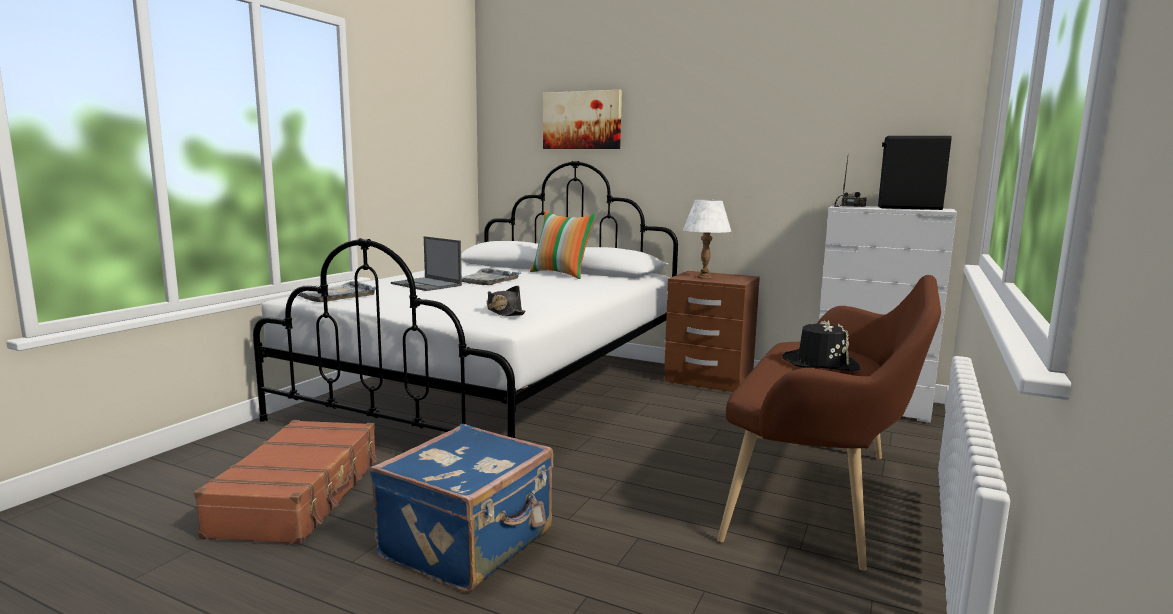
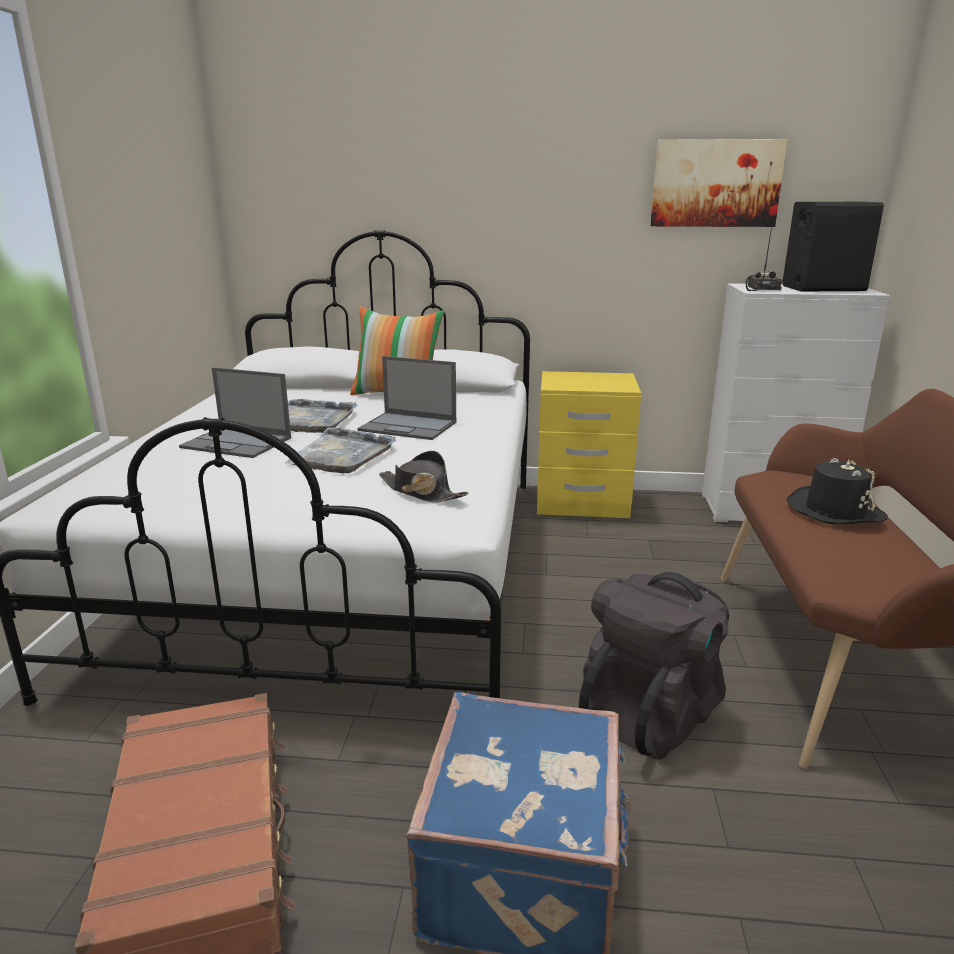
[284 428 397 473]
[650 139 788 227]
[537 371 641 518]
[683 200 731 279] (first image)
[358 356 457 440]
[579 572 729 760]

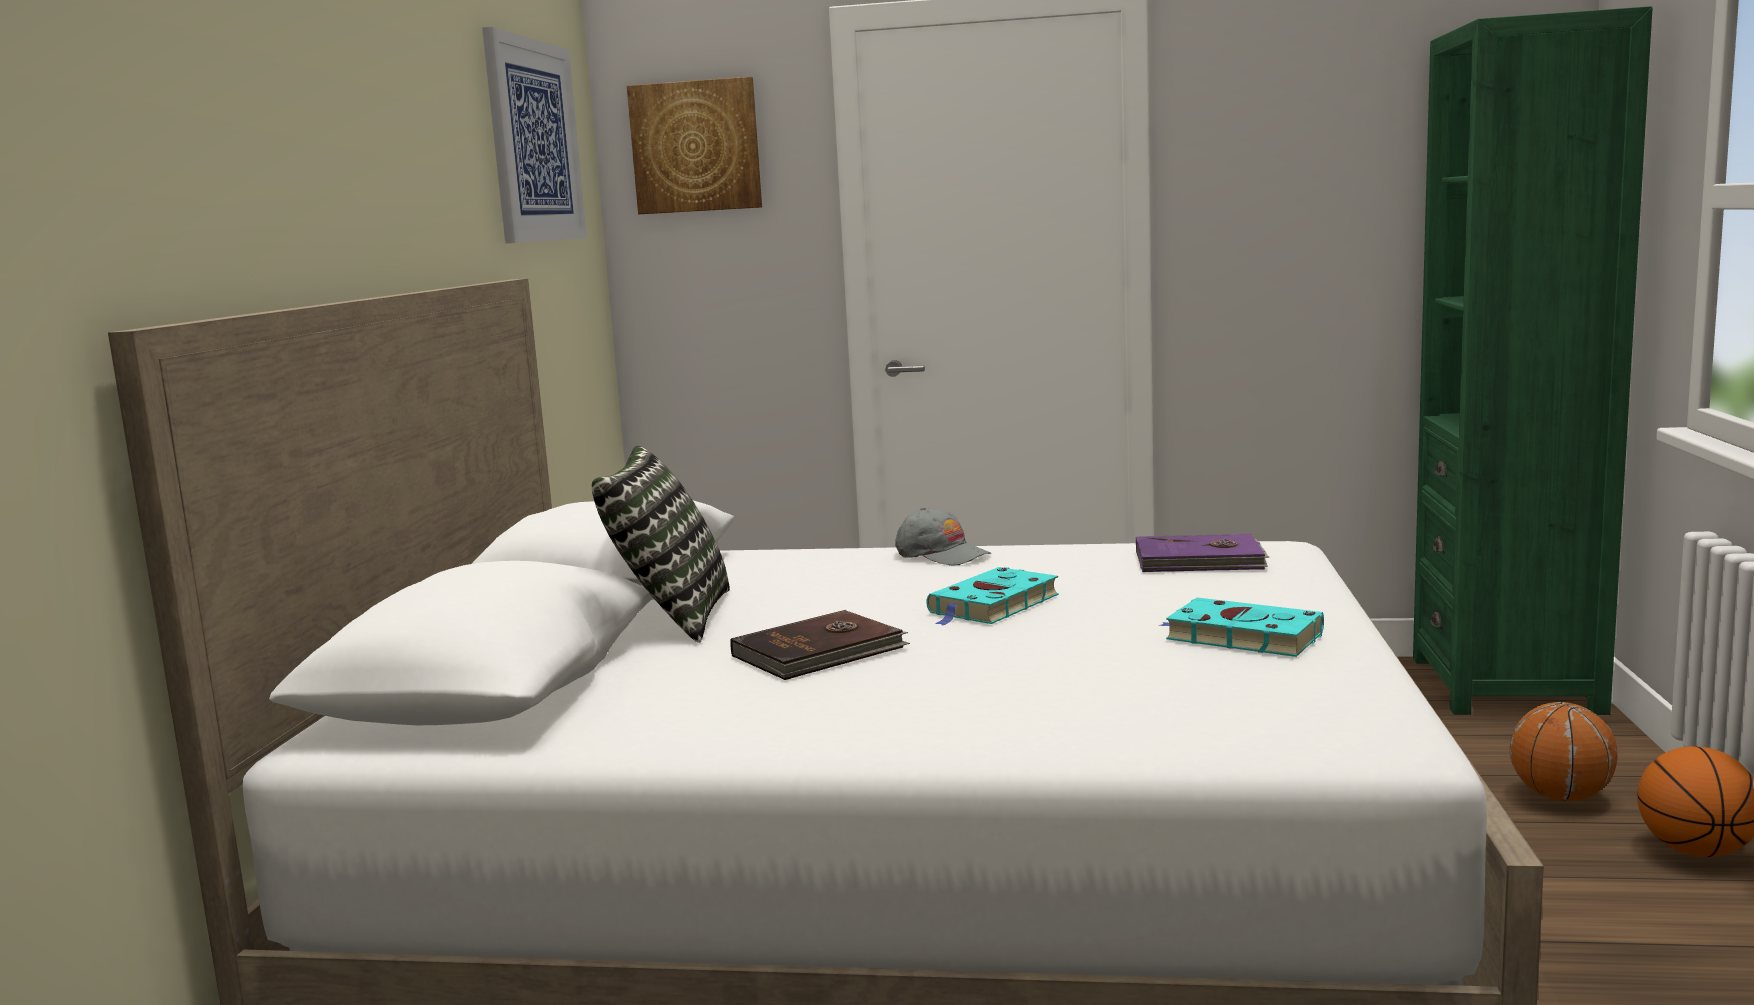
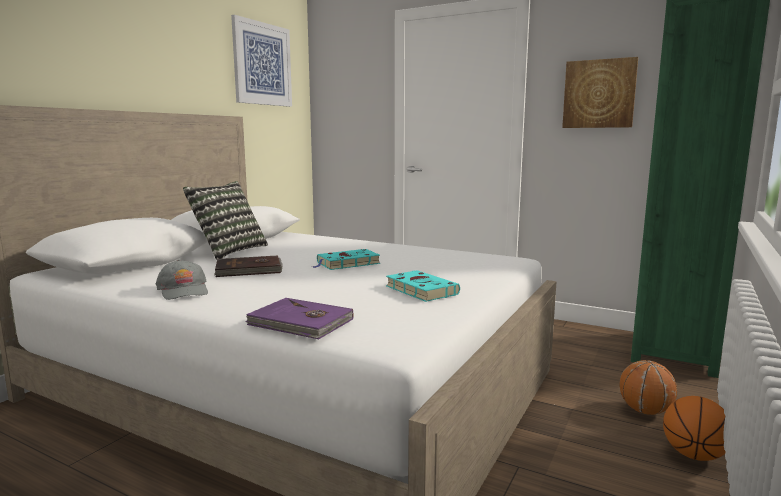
[562 57 638 128]
[156 259 208 300]
[245 298 353 339]

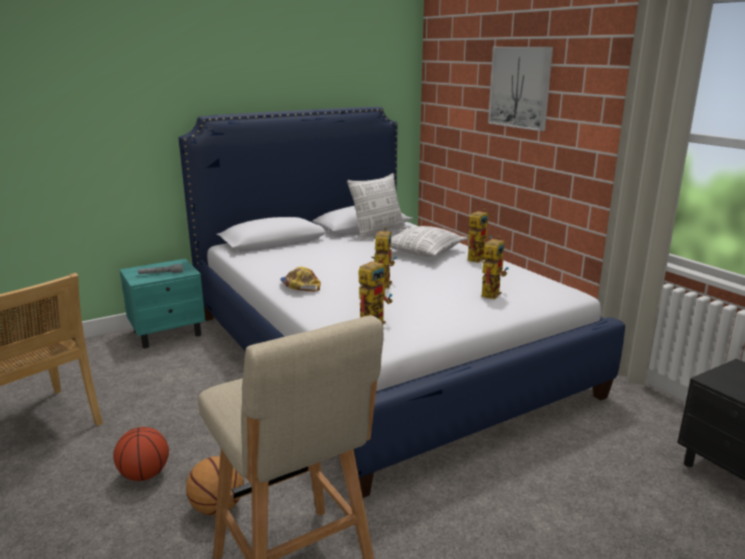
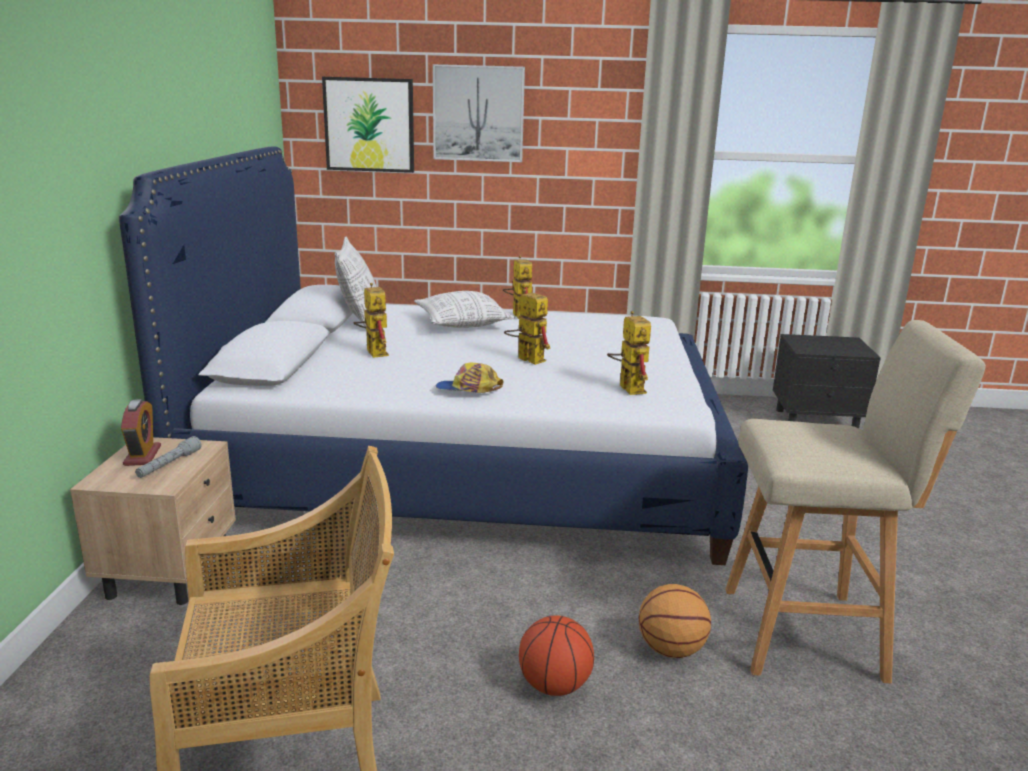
[70 437 236 605]
[353 283 389 358]
[121 399 161 466]
[322 77 414 173]

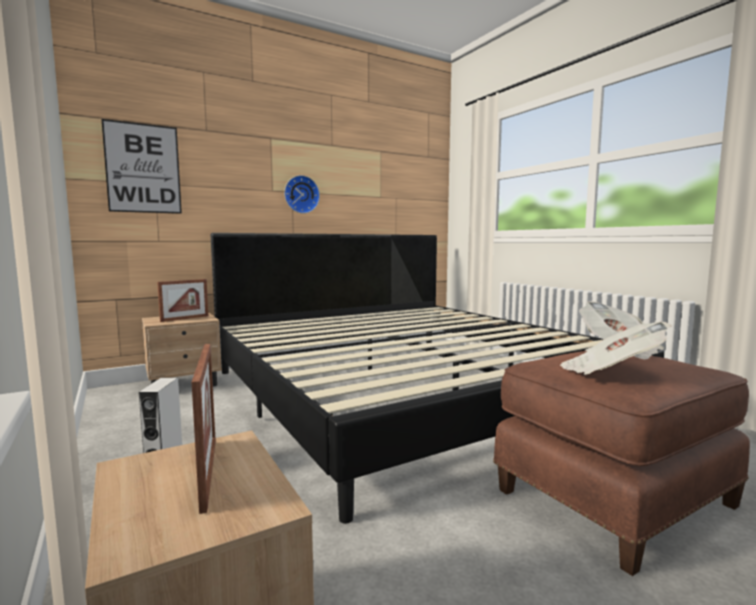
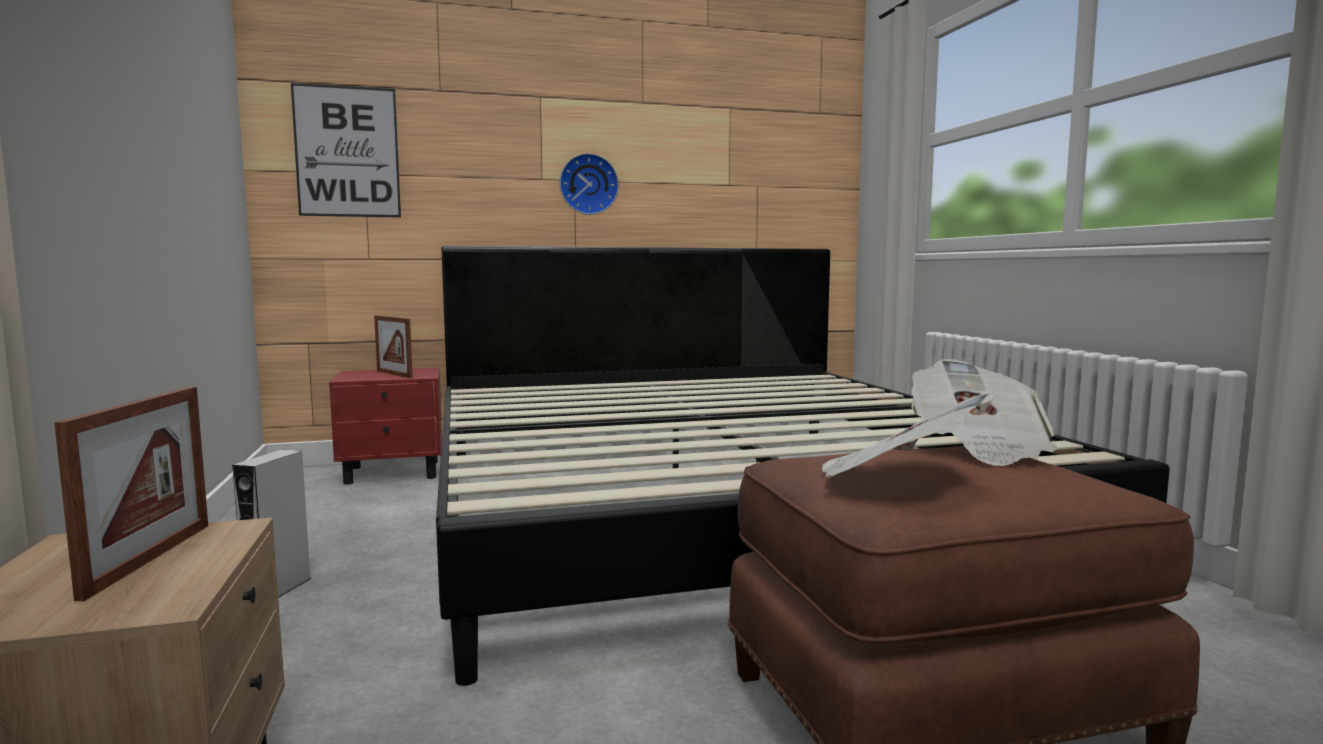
[329 368 442 485]
[374 315 413 378]

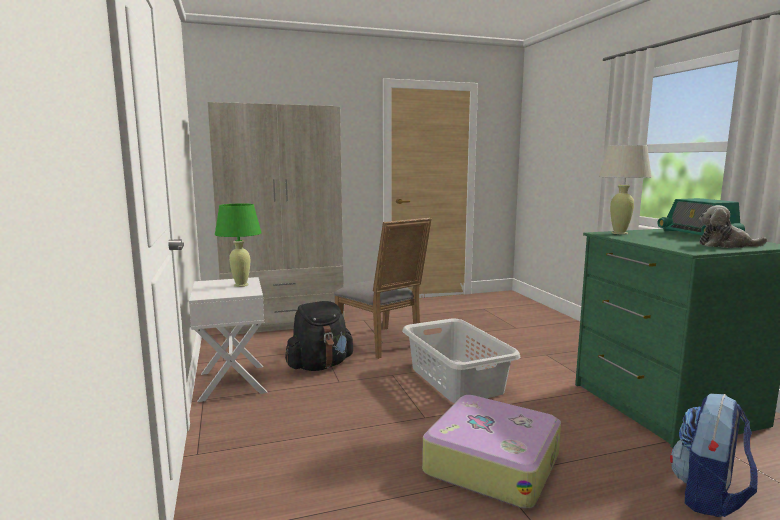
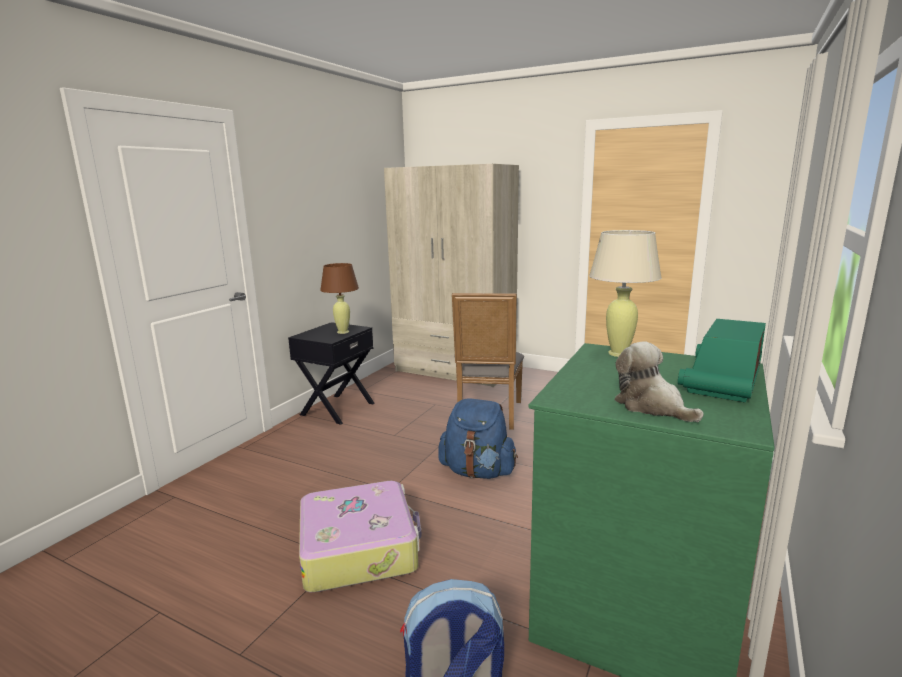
[288 322 375 425]
[320 263 359 334]
[285 301 353 371] (first image)
[438 399 518 479]

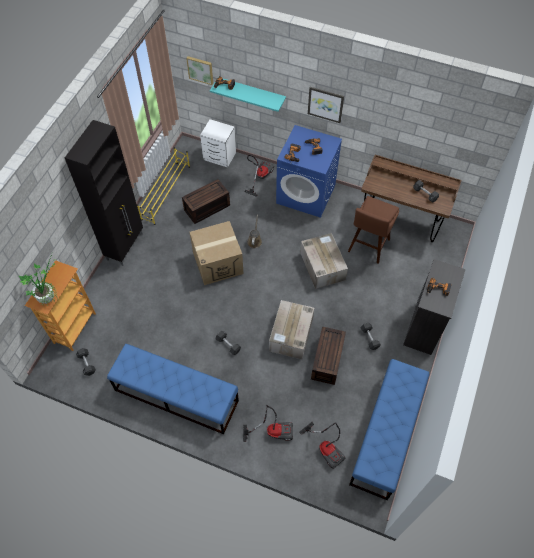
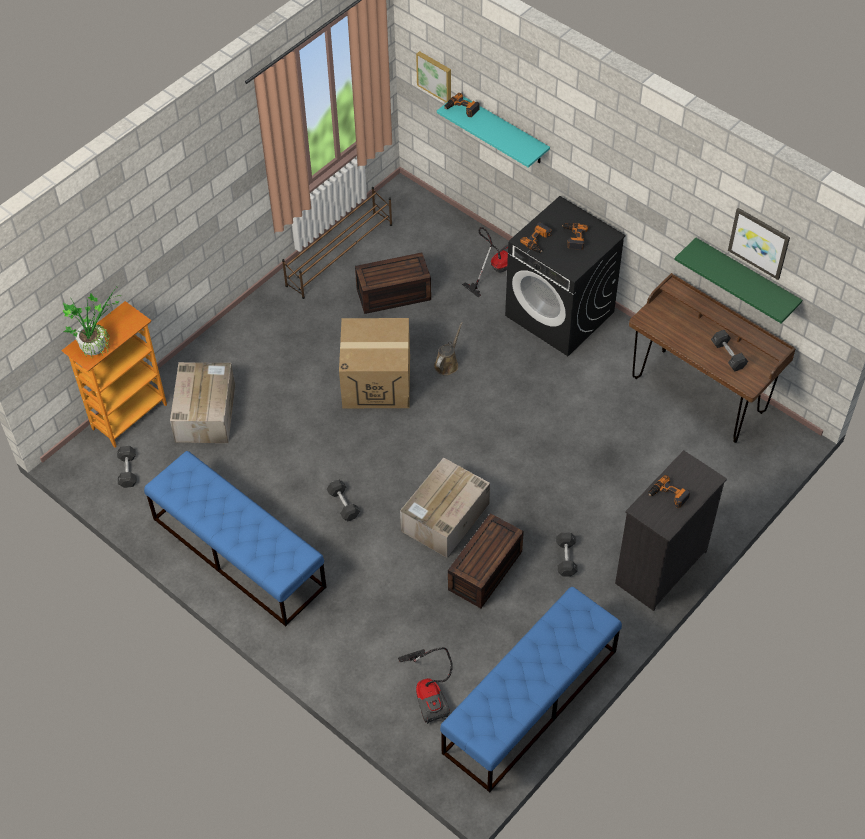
[65 120 143 266] (first image)
[282 187 392 299]
[200 119 236 168] (first image)
[243 405 293 442] (first image)
[505 196 626 356]
[170 362 235 443]
[728 208 790 280]
[348 196 399 264] (first image)
[674 238 802 324]

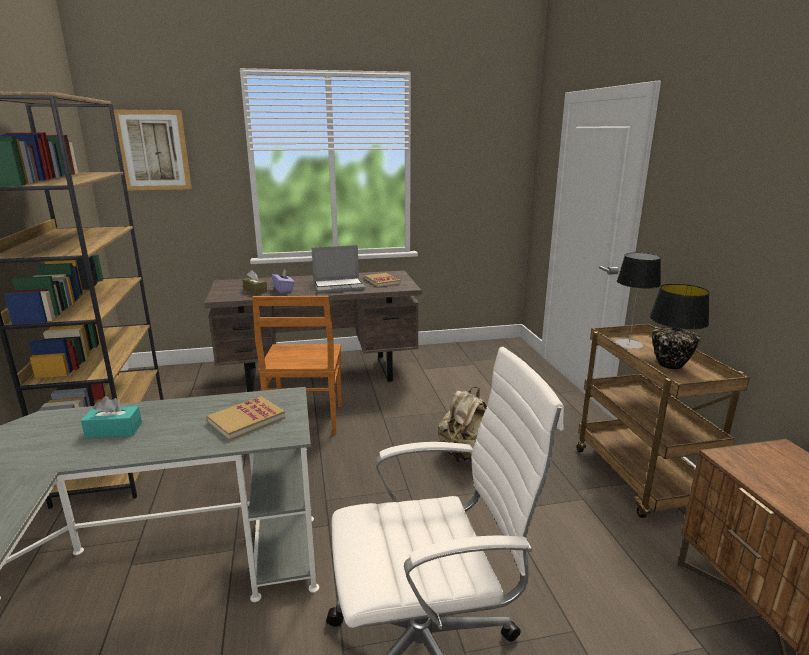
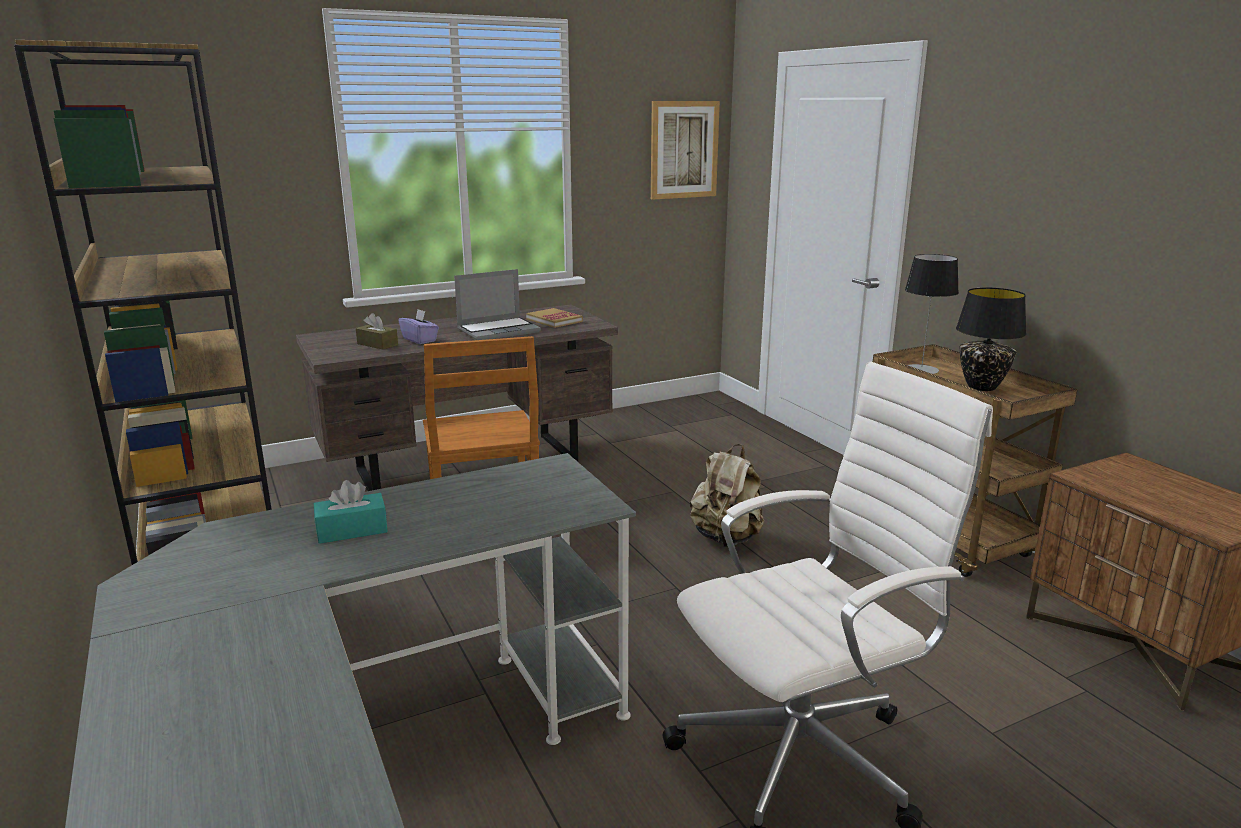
[651 101 720 200]
[206 396 285 441] (first image)

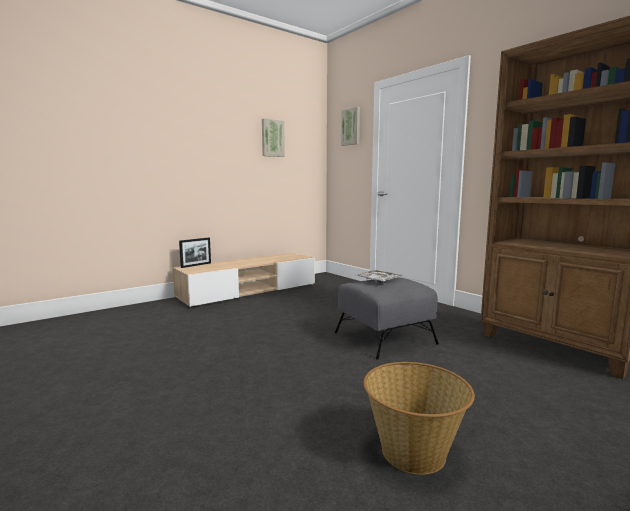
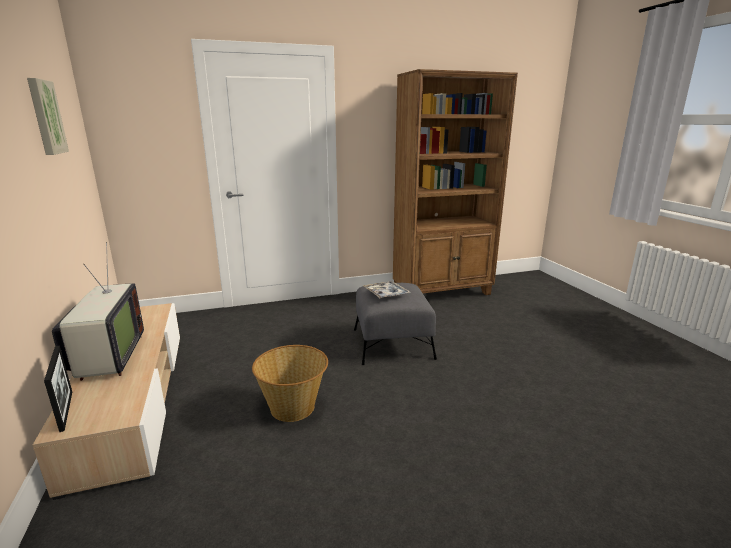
[341 107 360 146] (first image)
[252 345 328 422]
[52 242 144 381]

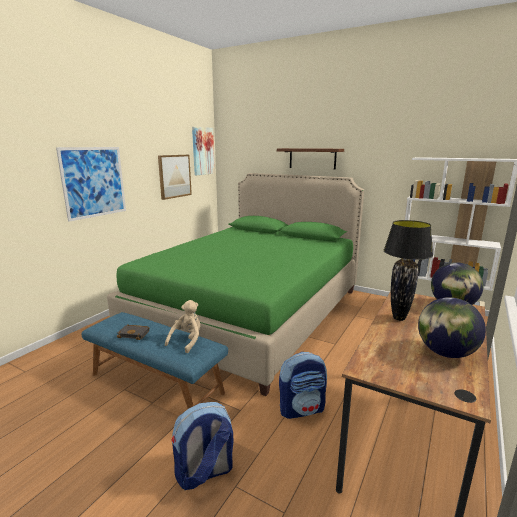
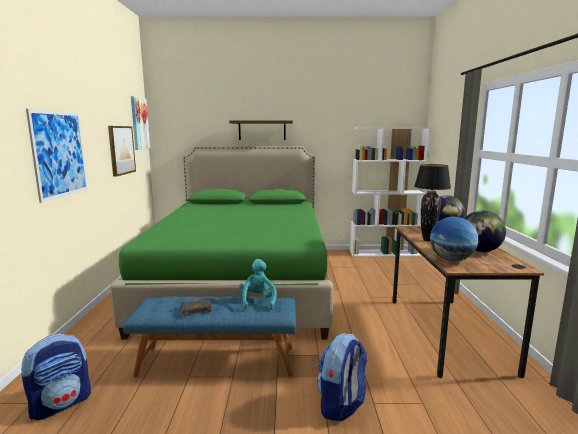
[239 259 277 310]
[21 334 91 420]
[430 217 478 261]

